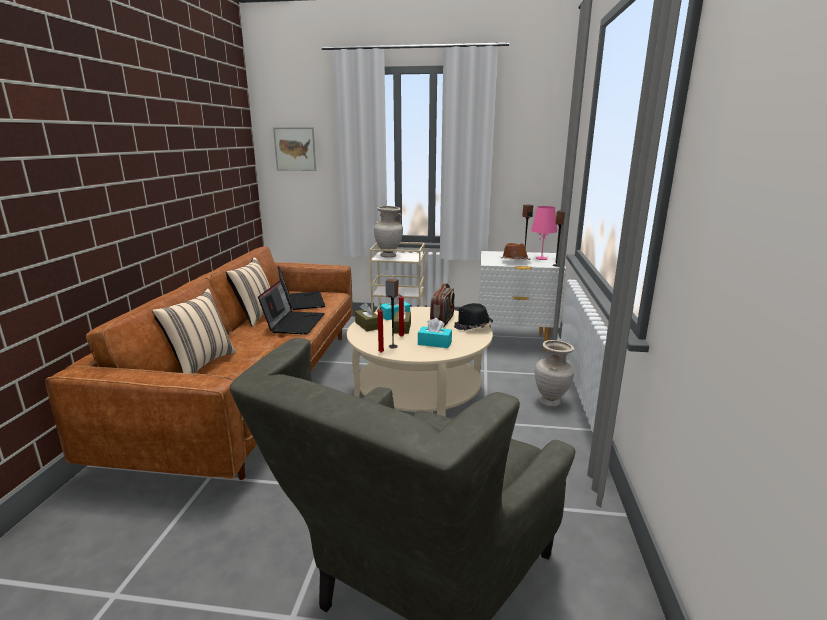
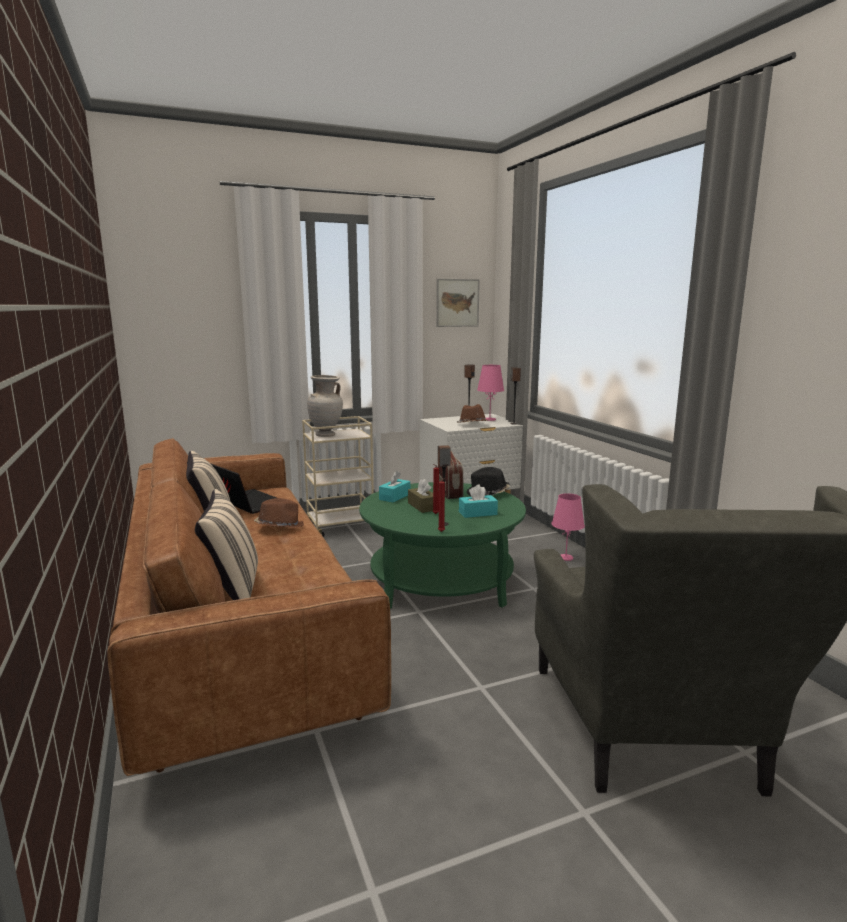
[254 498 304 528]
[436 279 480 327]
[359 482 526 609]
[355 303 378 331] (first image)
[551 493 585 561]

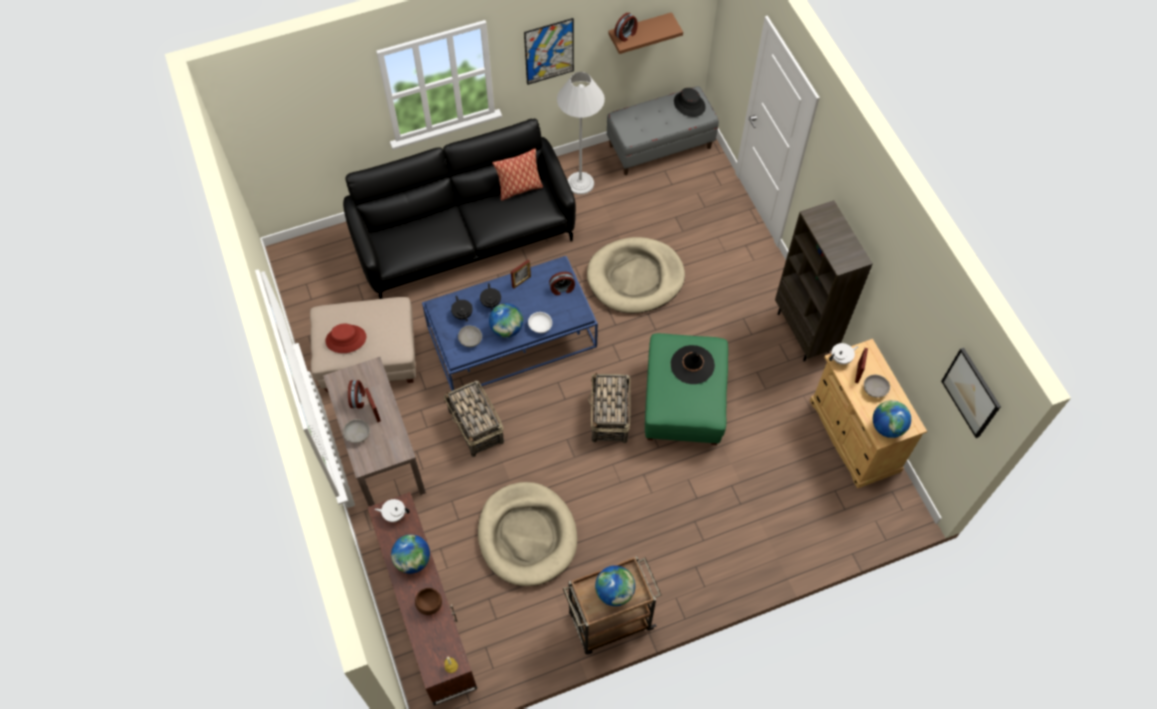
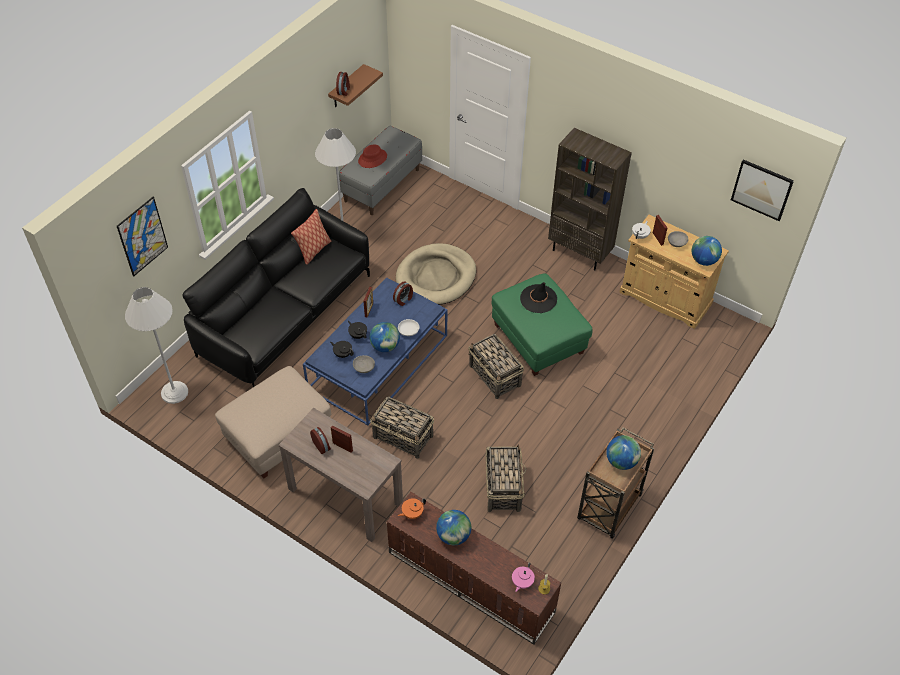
[358 145 387 168]
[343 419 370 443] (first image)
[397 498 426 519]
[415 588 442 615] (first image)
[485 444 526 512]
[117 197 168 276]
[674 88 706 117] (first image)
[125 287 188 404]
[512 562 535 592]

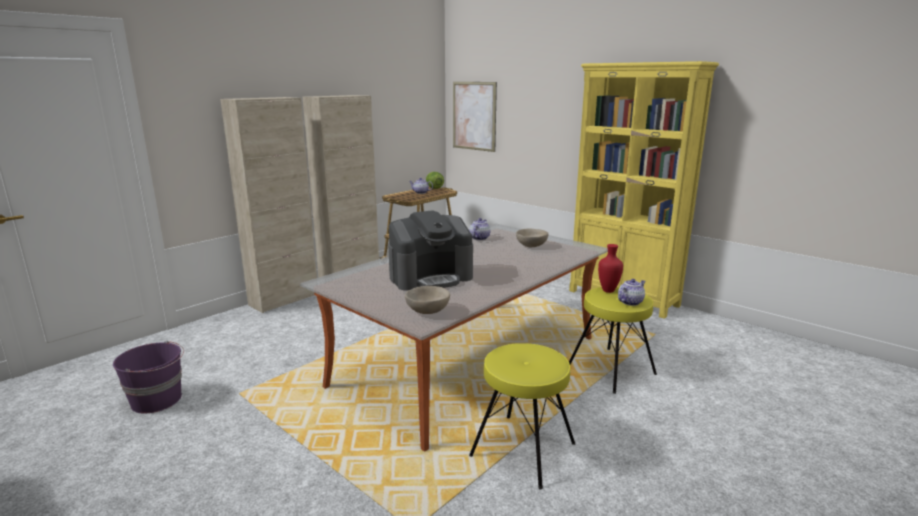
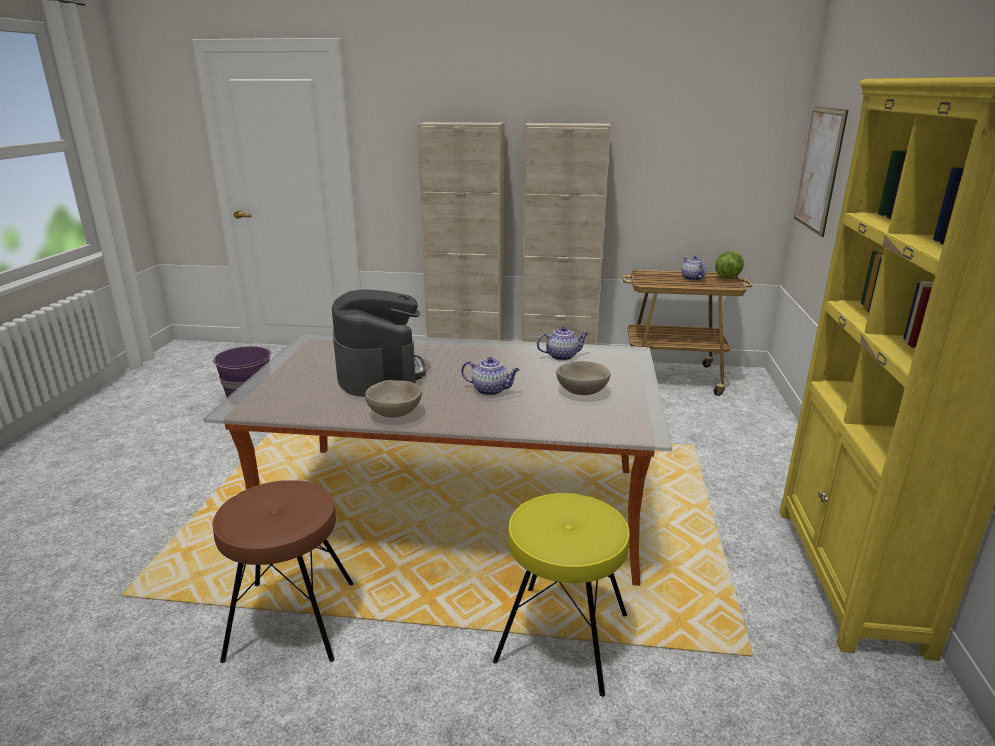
[332 289 426 397]
[365 380 422 417]
[212 480 354 663]
[598 244 623 293] (first image)
[461 357 520 395]

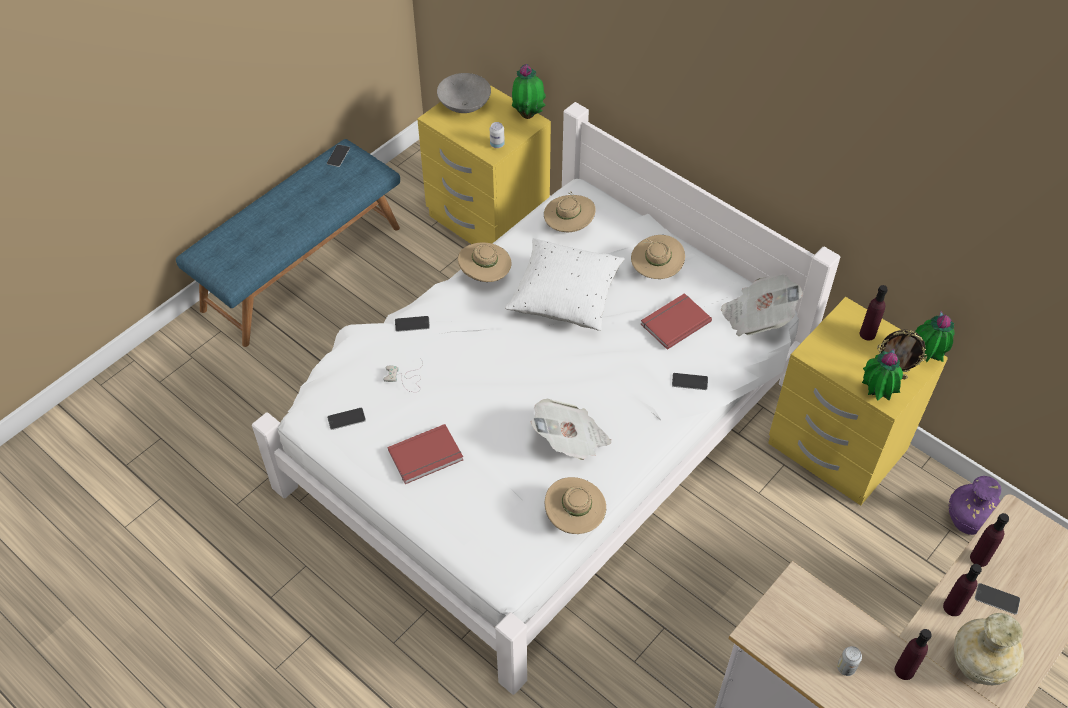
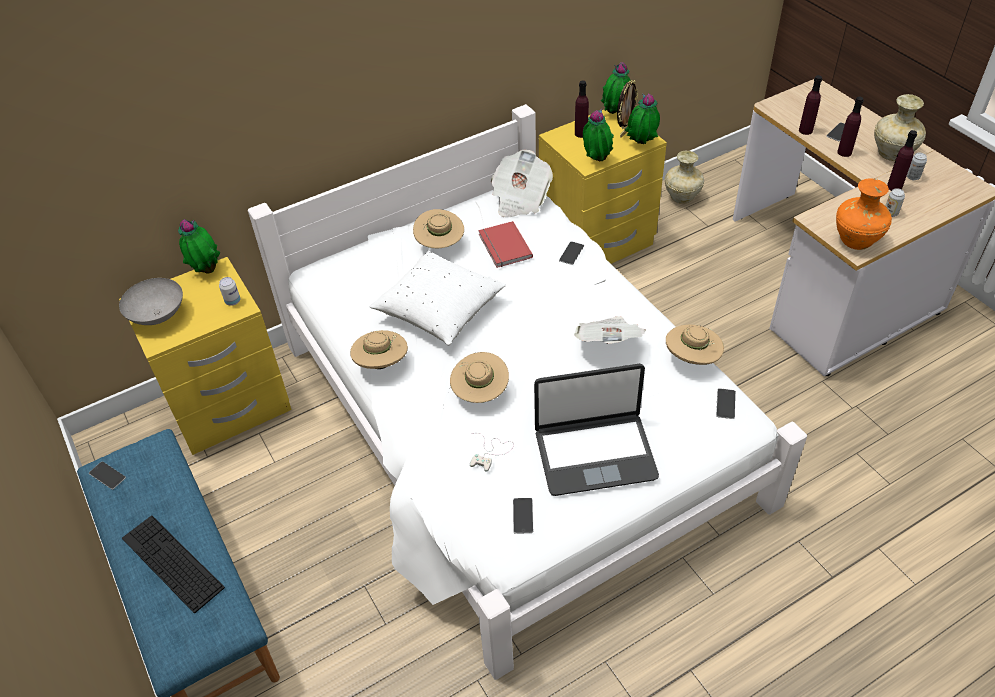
[534 364 659 496]
[716 388 736 419]
[450 352 509 403]
[665 151 704 204]
[122 515 225 613]
[583 109 614 162]
[836 178 892 250]
[907 153 927 180]

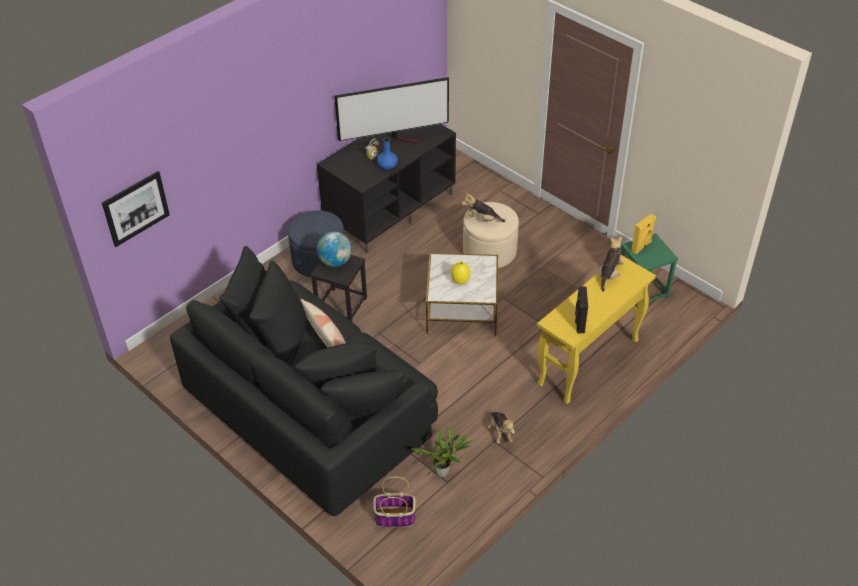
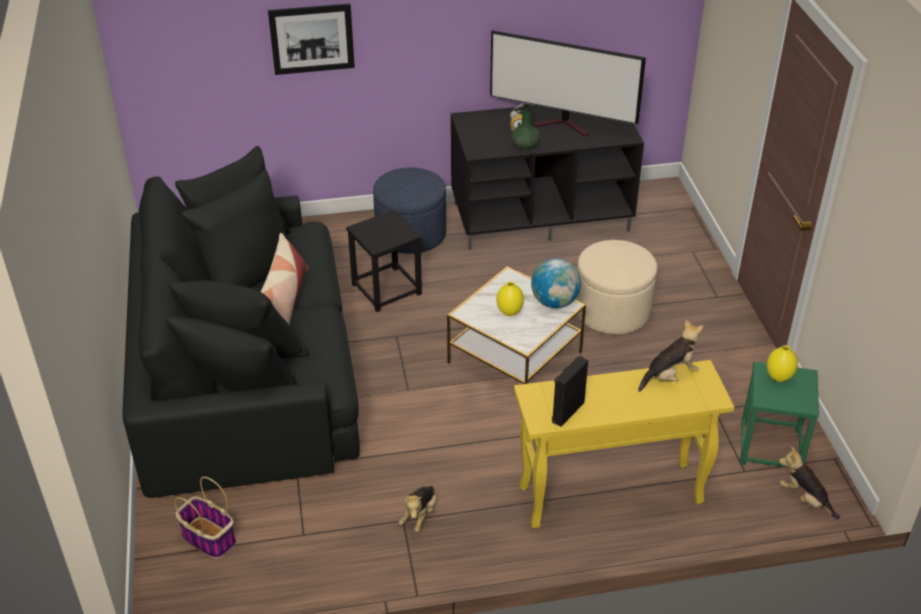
[268 3 355 75]
[531 258 581 308]
[512 104 540 149]
[411 428 473 477] (first image)
[779 446 840 519]
[767 345 798 382]

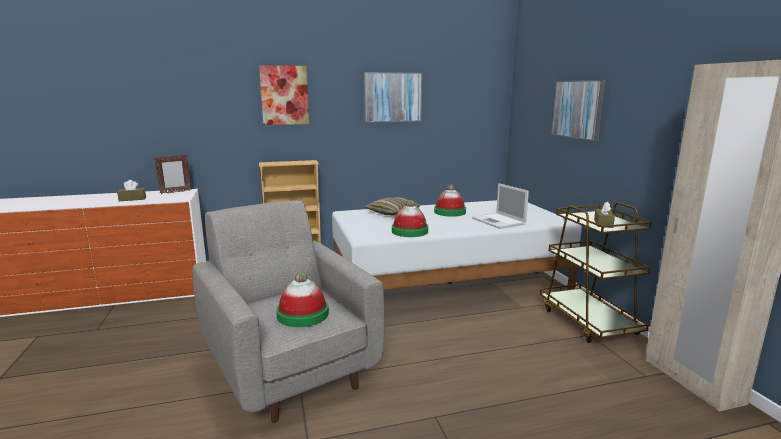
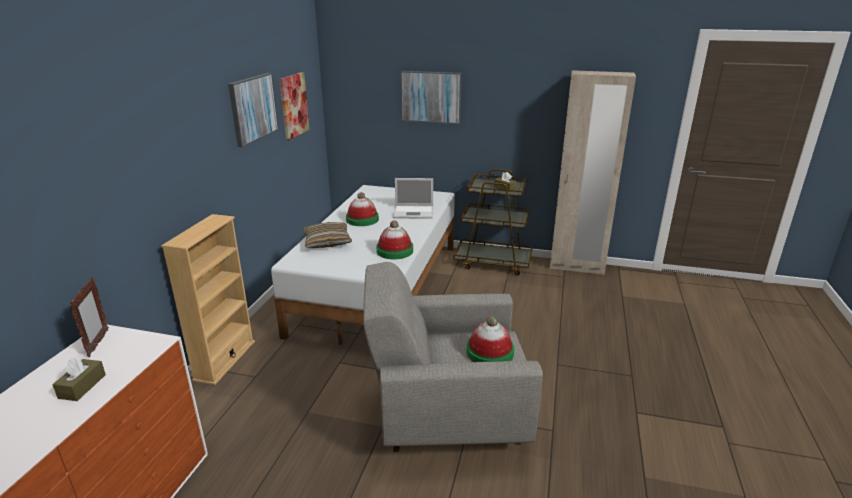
[279 72 310 140]

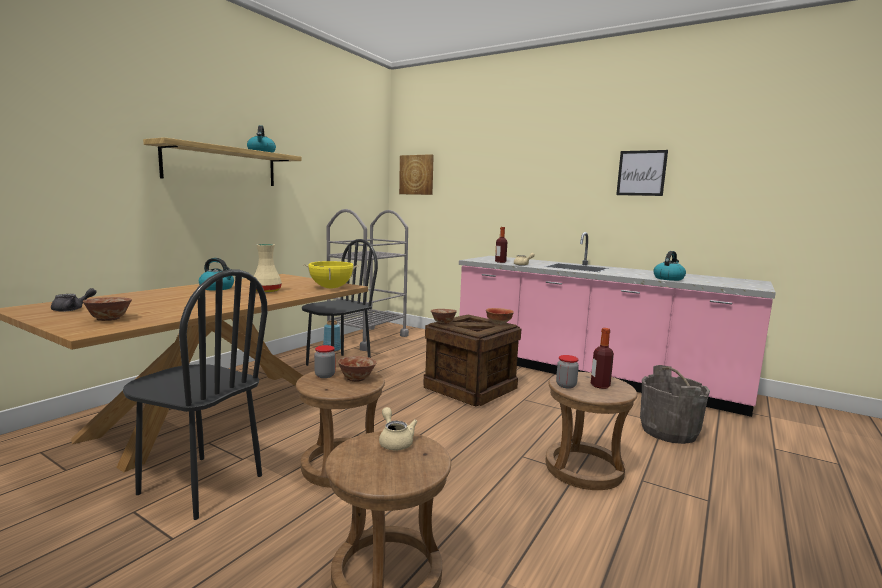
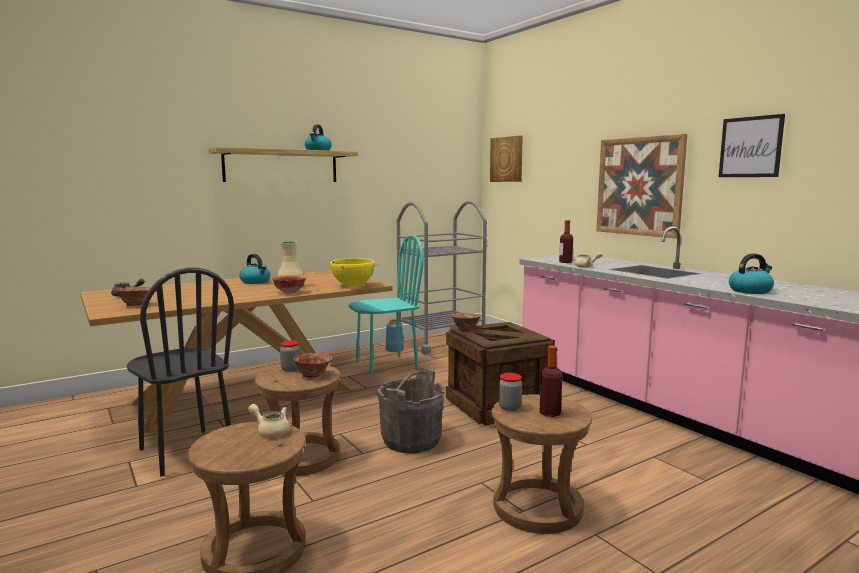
[349 235 424 376]
[248 404 290 437]
[272 275 306 294]
[378 368 444 453]
[596 134 687 239]

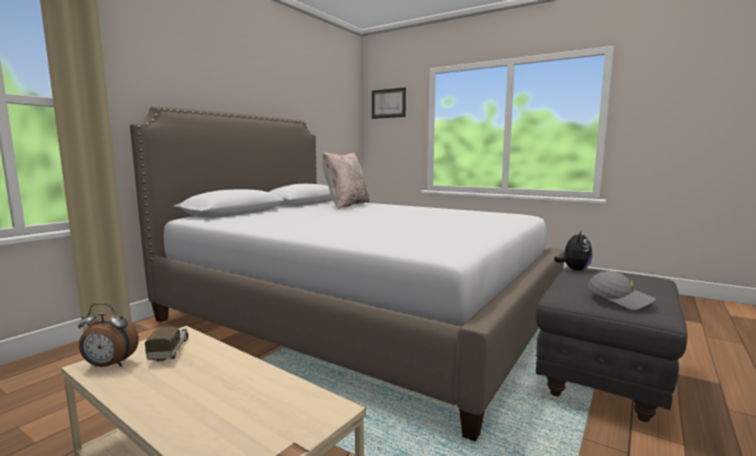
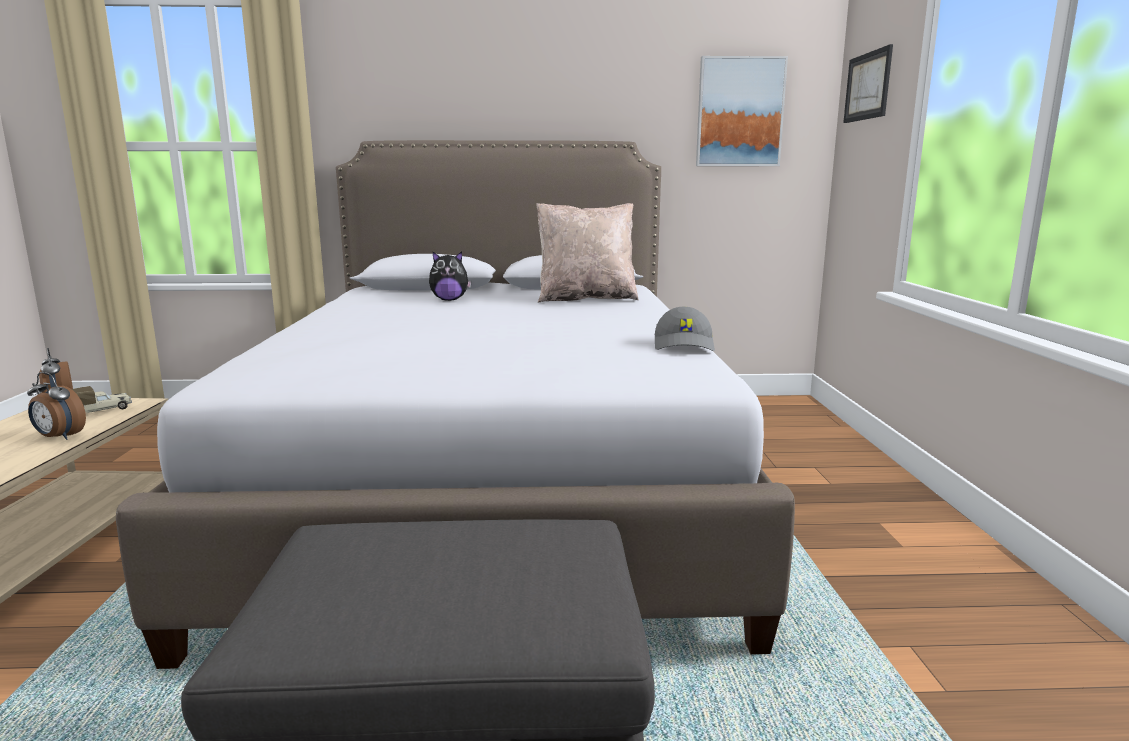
[429 251 472 301]
[655 307 715 351]
[27 372 86 440]
[696 56 788 166]

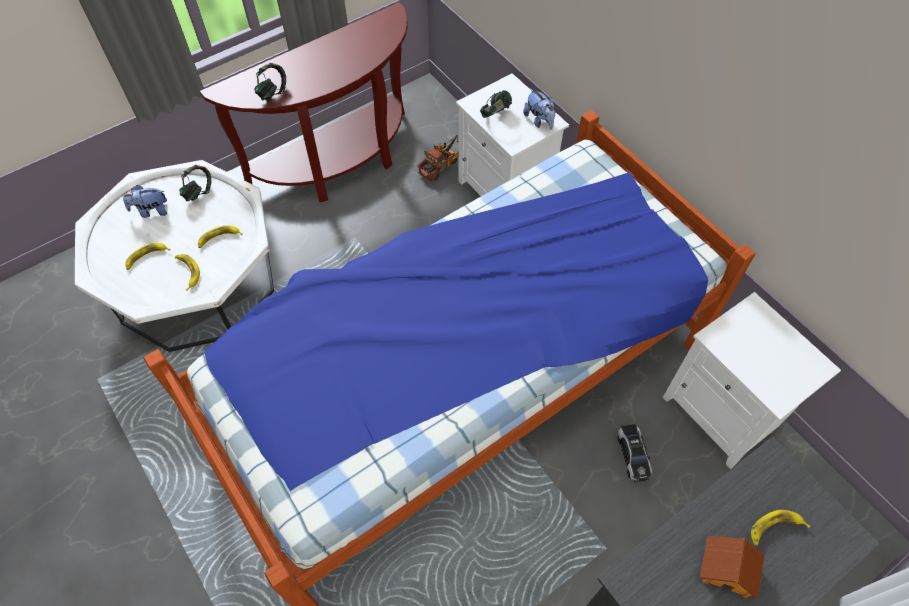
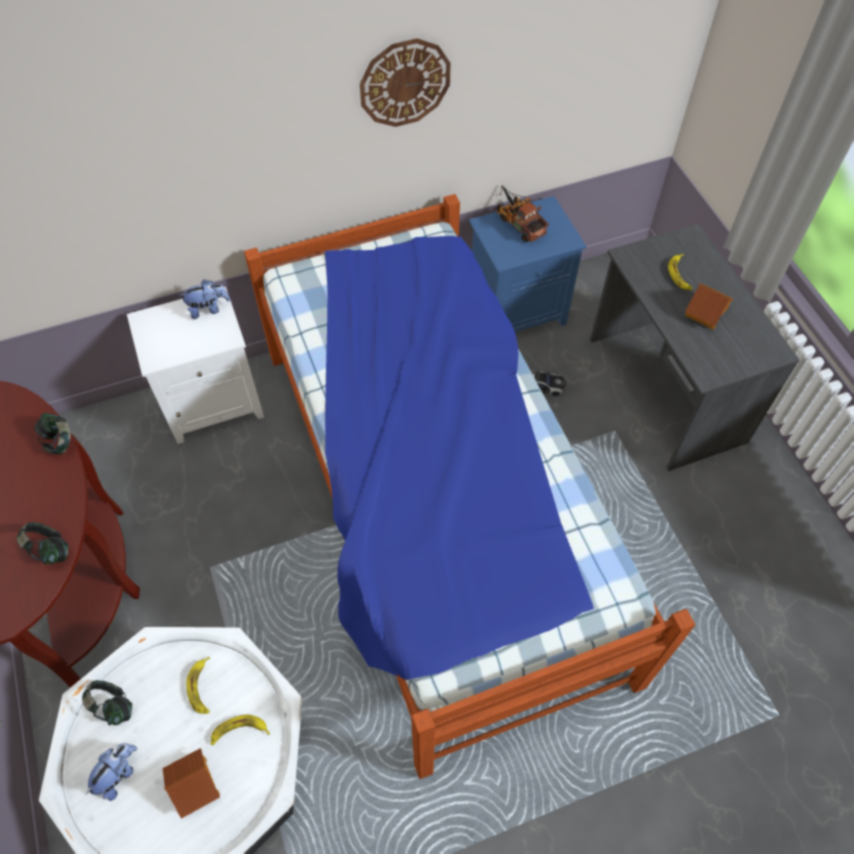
[86 743 137 801]
[163 748 220 819]
[497 186 549 242]
[34 413 71 454]
[469 196 586 332]
[360 38 451 127]

